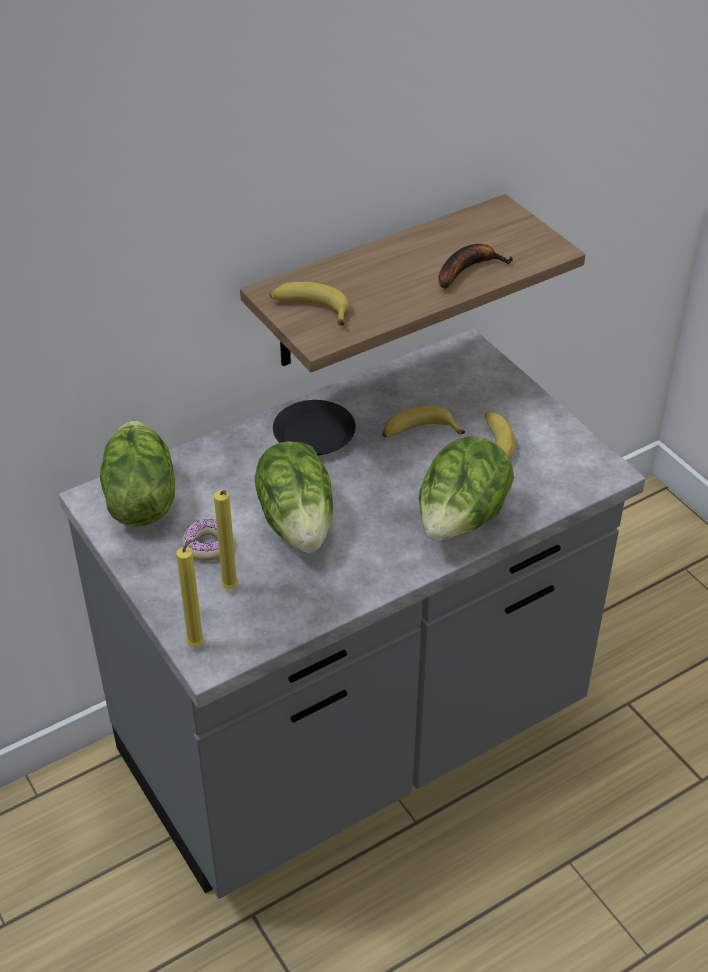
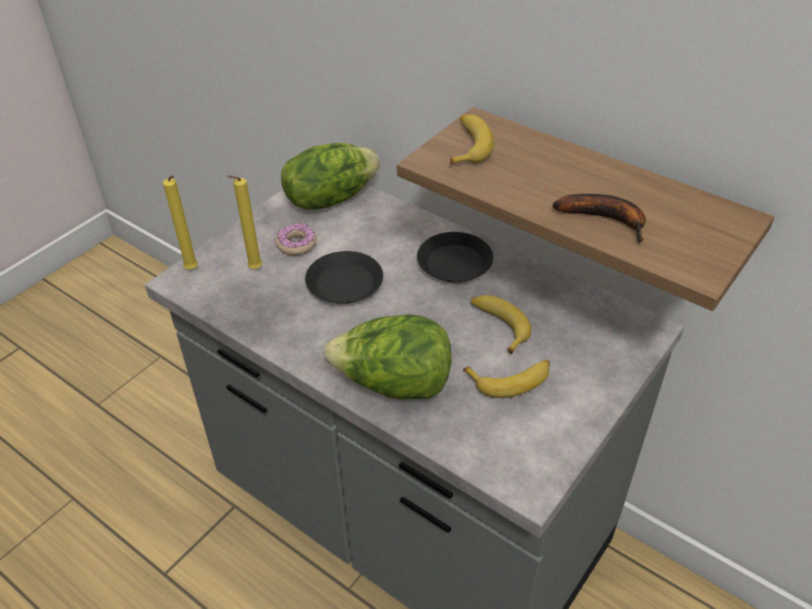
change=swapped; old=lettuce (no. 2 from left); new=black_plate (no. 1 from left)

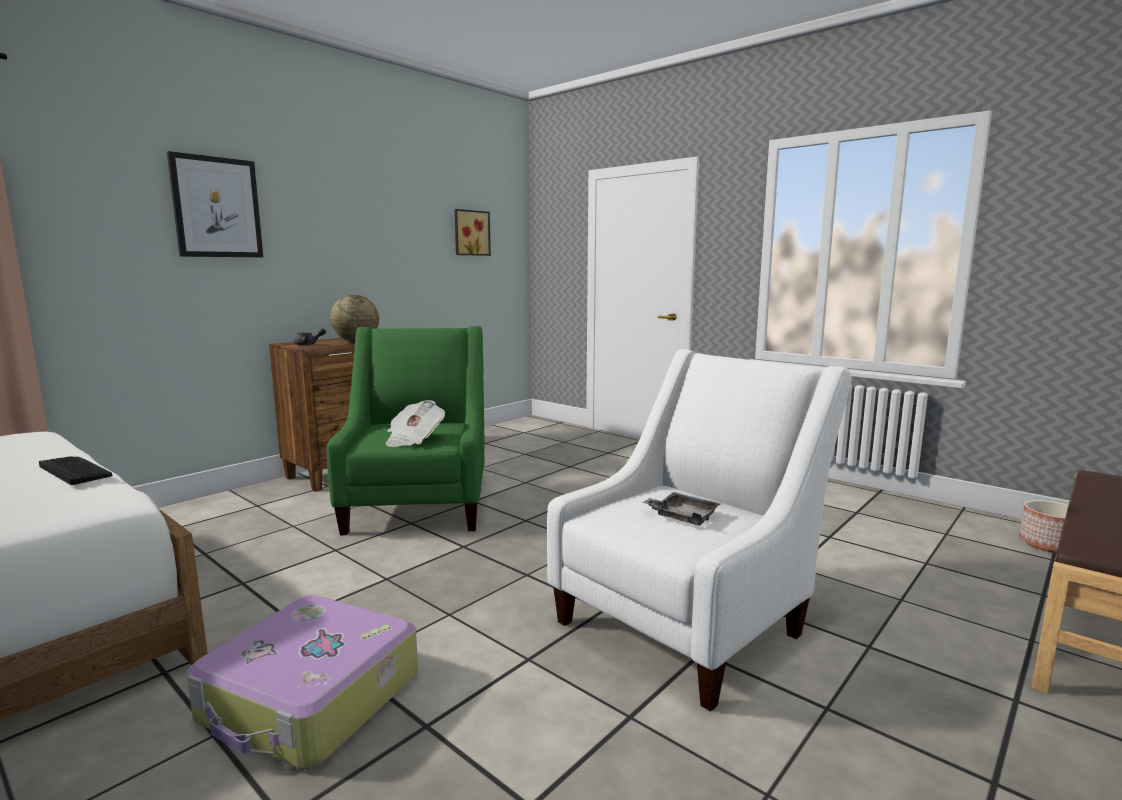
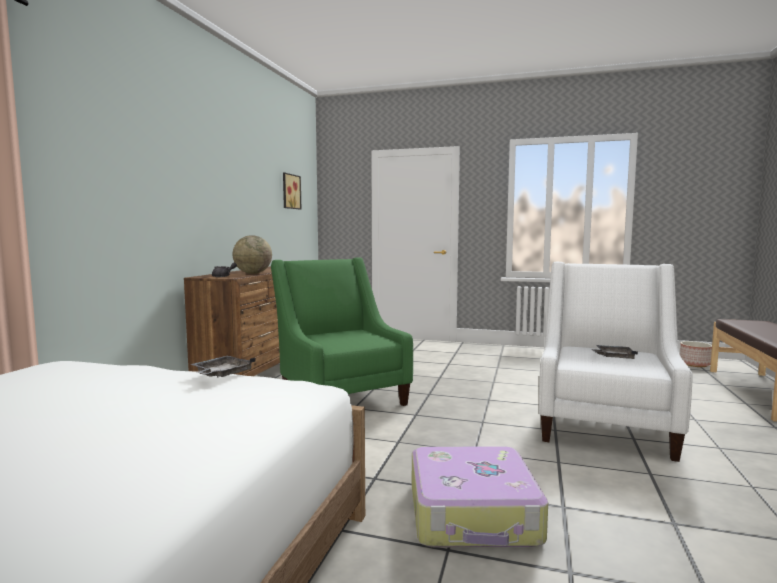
change=swapped; old=keyboard; new=grey_tray (no. 1 from left)
change=gone; old=picture (no. 1 from left)
change=gone; old=newspaper

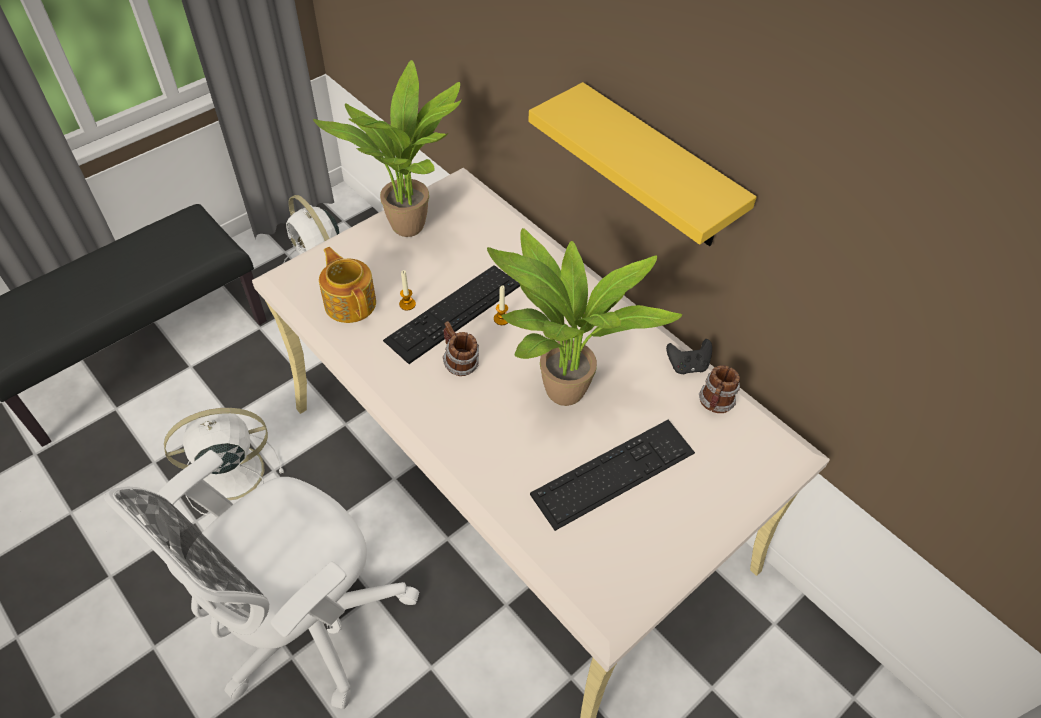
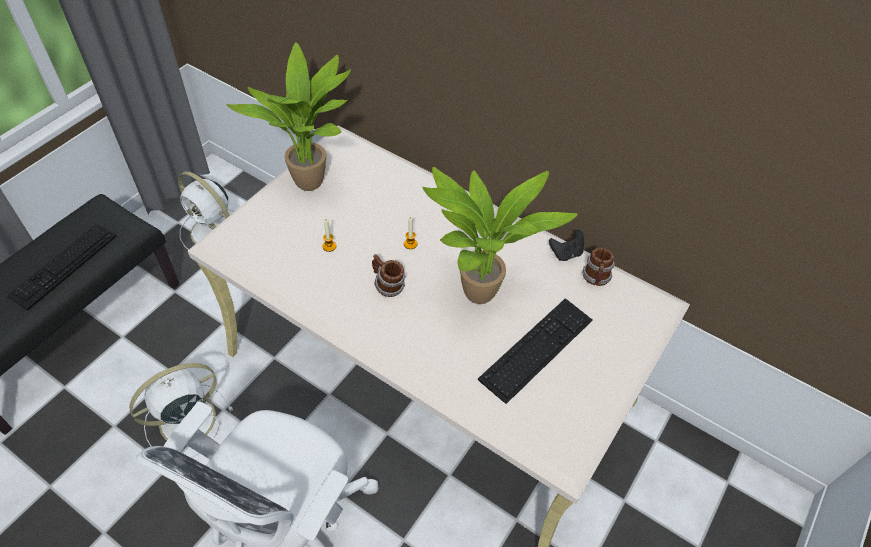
change=shifted; old=keyboard (no. 1 from left)
change=gone; old=teapot
change=gone; old=yellow_shelf

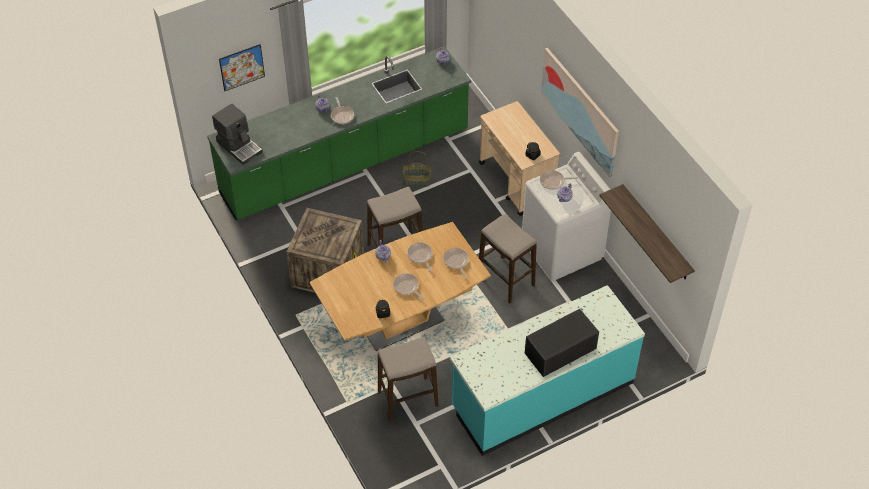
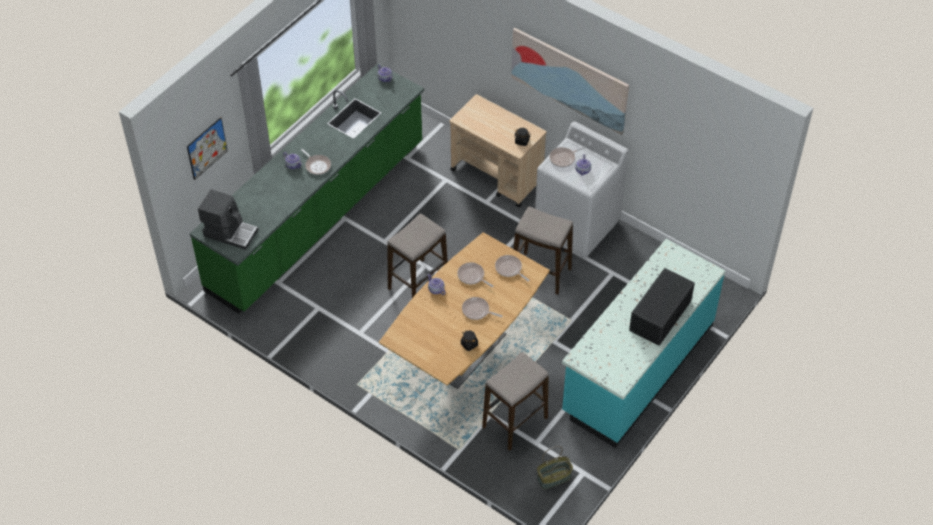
change=shifted; old=basket
change=gone; old=crate
change=gone; old=shelf

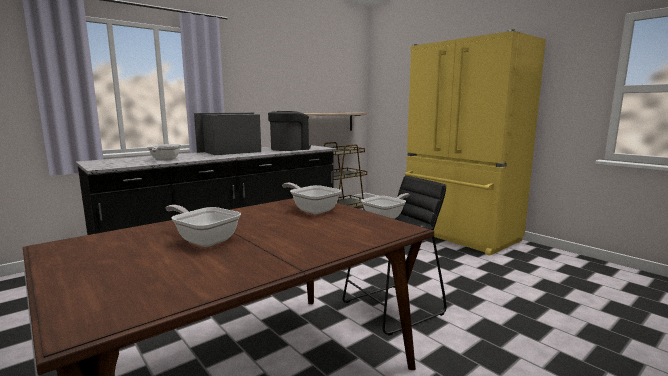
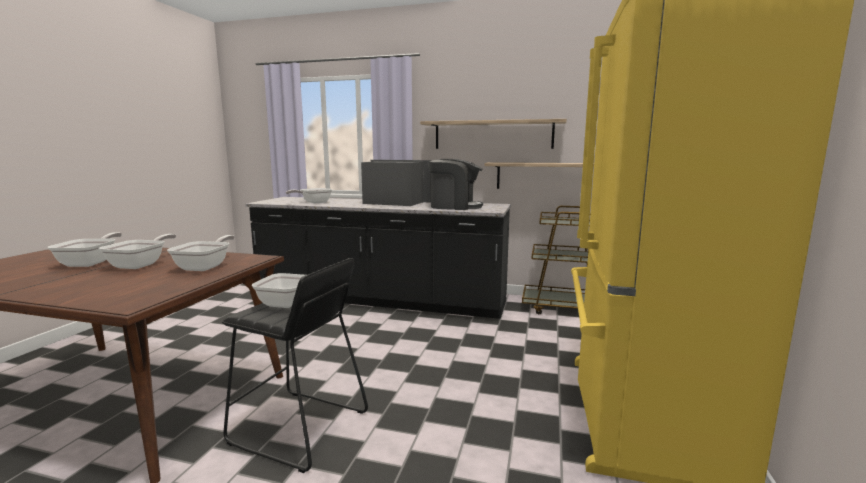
change=new; new=frying_pan (no. 2 from left)
change=new; new=shelf (no. 1 from left)

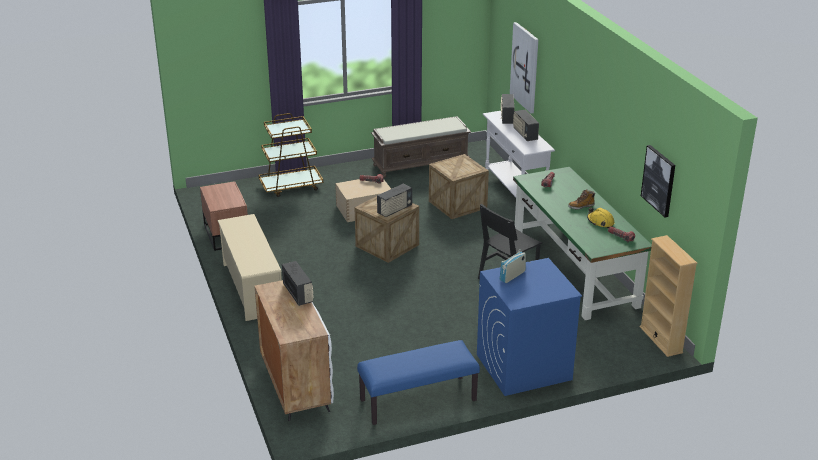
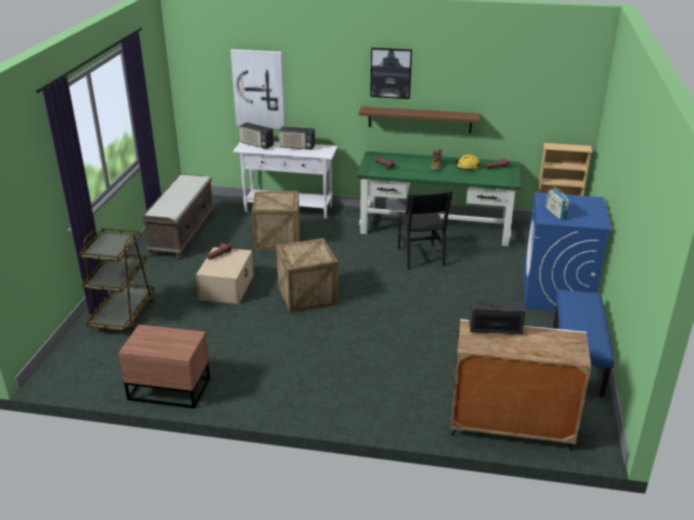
change=new; new=brown_shelf
change=shifted; old=picture (no. 2 from left)
change=gone; old=beige_shoe_rack
change=gone; old=radio (no. 2 from left)

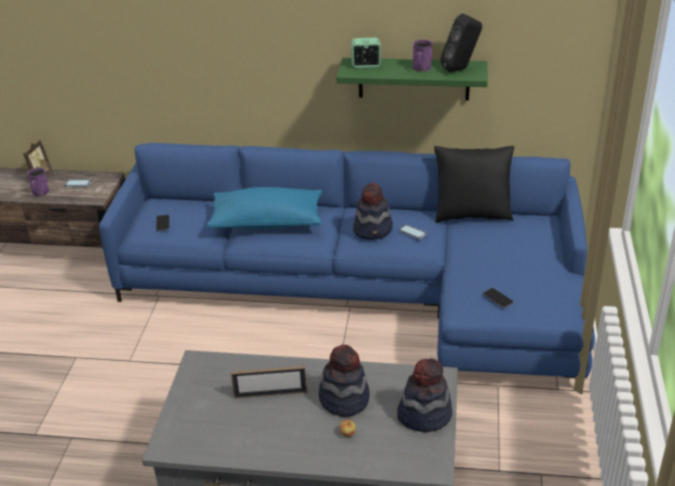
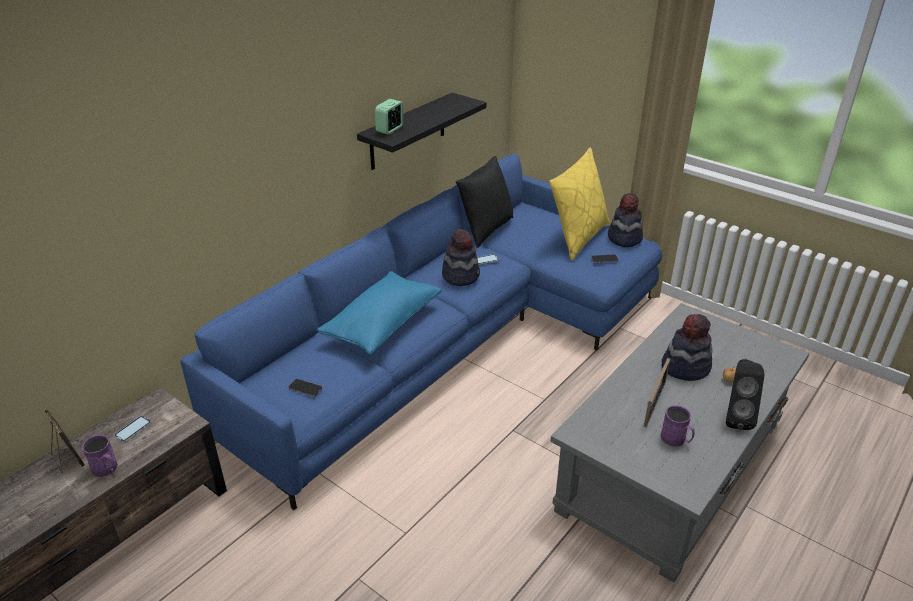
change=repainted; old=green_shelf; new=black_shelf
change=new; new=yellow_pillow
change=shifted; old=hat (no. 3 from left in the first image); new=hat (no. 2 from left)
change=shifted; old=purple_mug (no. 2 from left)
change=shifted; old=black_speaker

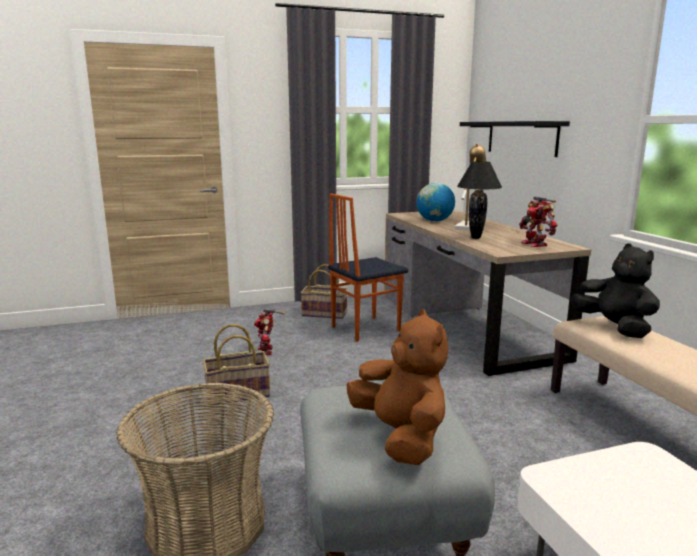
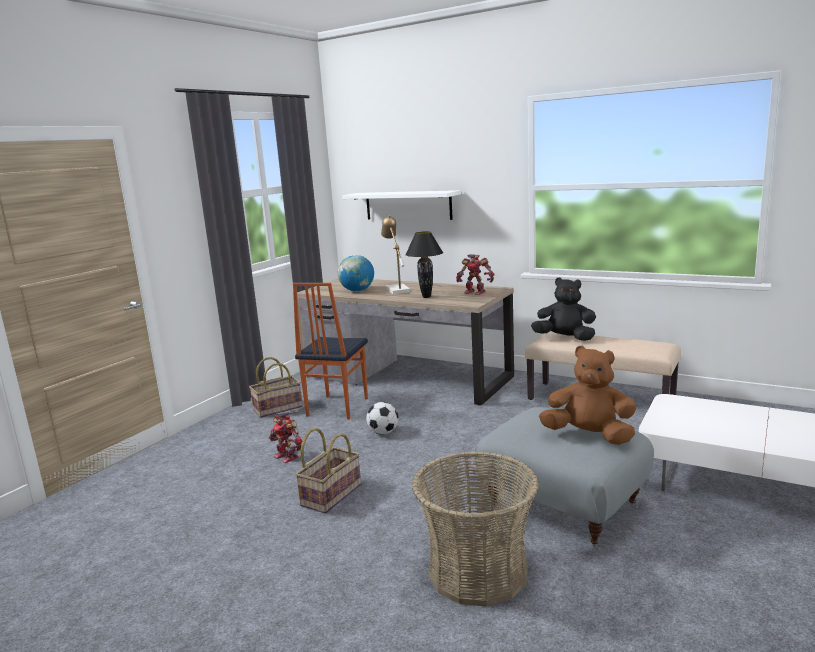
change=repainted; old=black_shelf; new=white_shelf
change=new; new=football

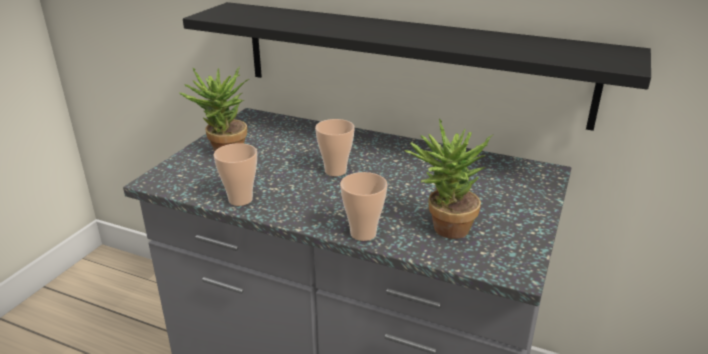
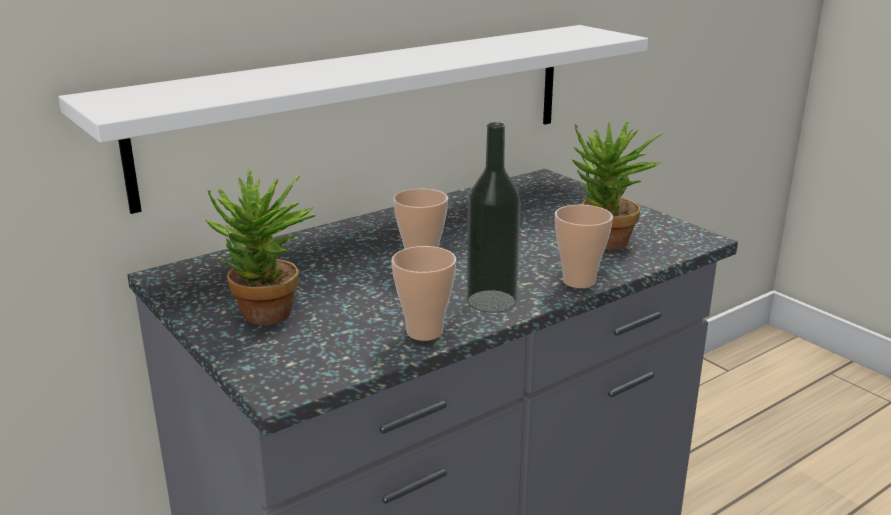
change=repainted; old=black_shelf; new=white_shelf
change=new; new=bottle

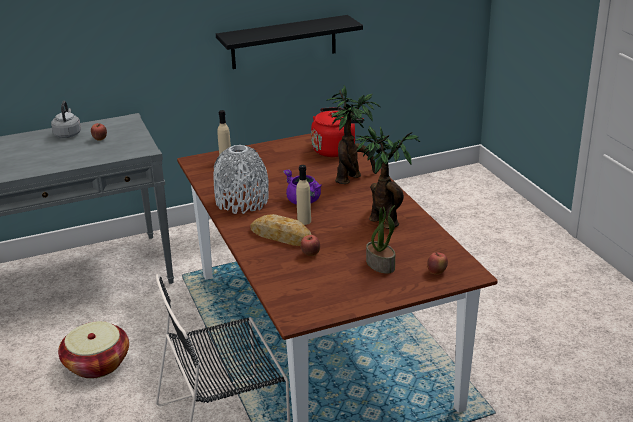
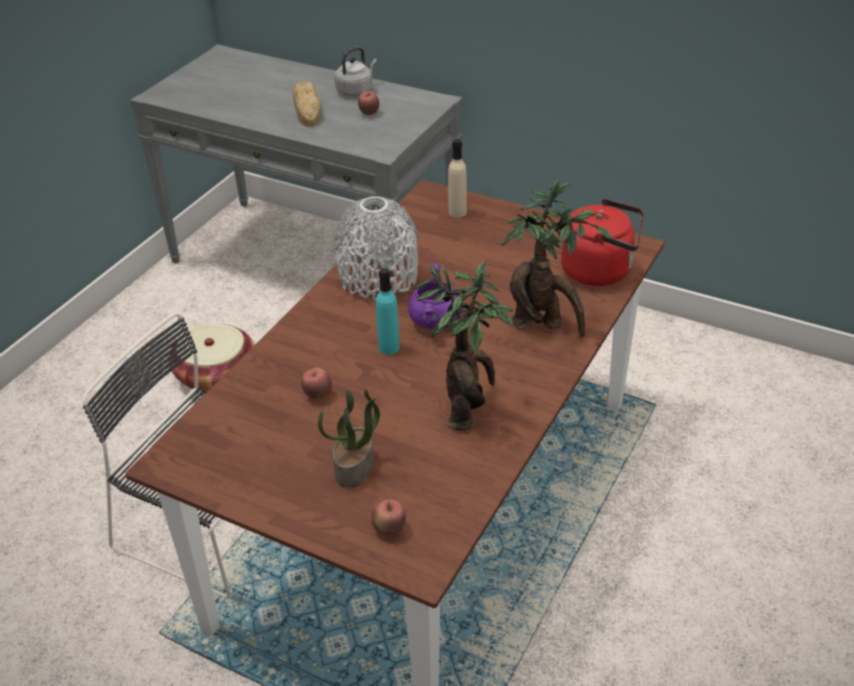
change=shifted; old=bread
change=repainted; old=beige_bottle (no. 2 from left); new=turquoise_bottle
change=gone; old=black_shelf

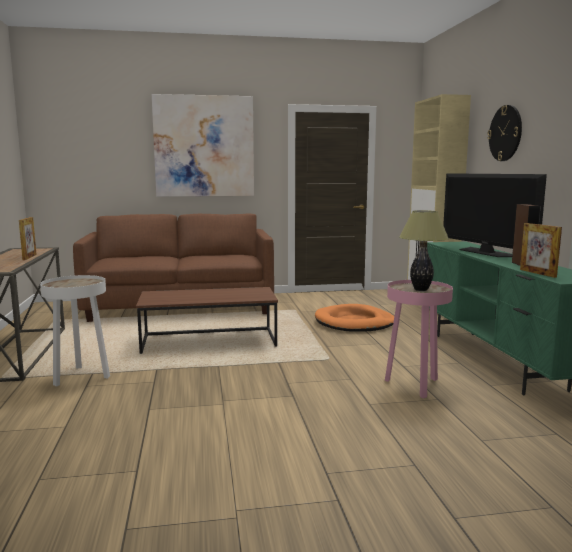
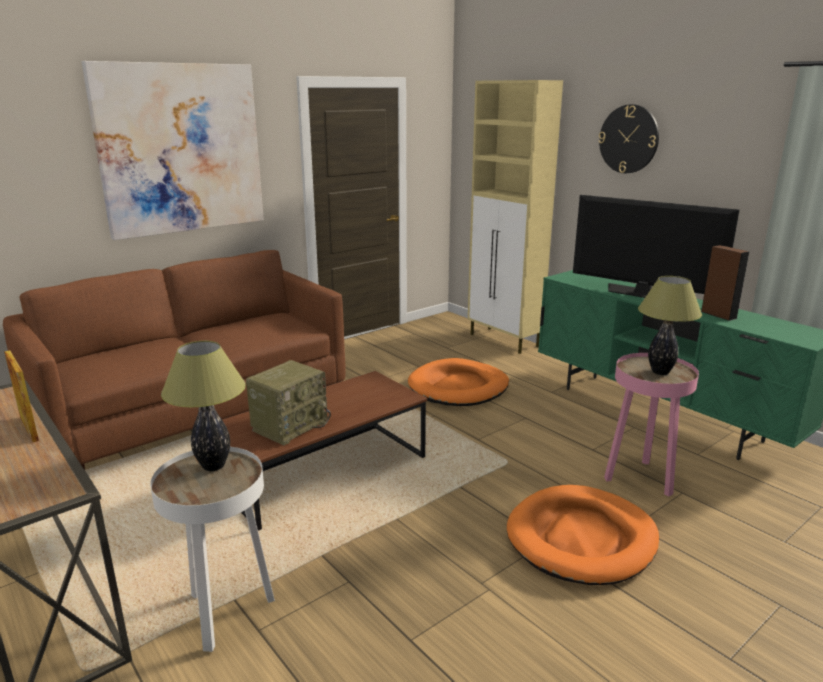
change=new; new=table_lamp (no. 1 from left)
change=new; new=radio
change=new; new=orange_dog_bed (no. 2 from left)
change=gone; old=picture_frame (no. 2 from left)

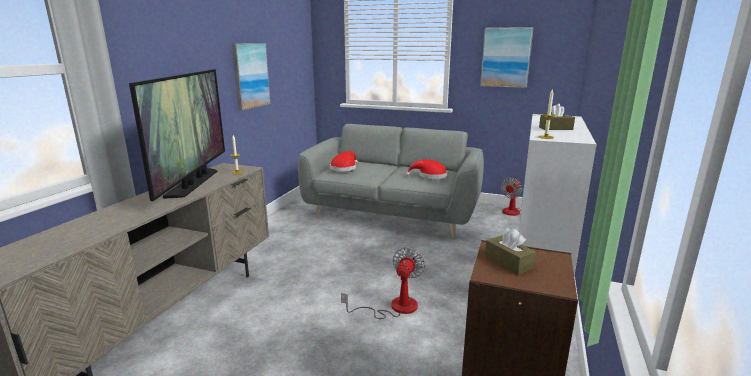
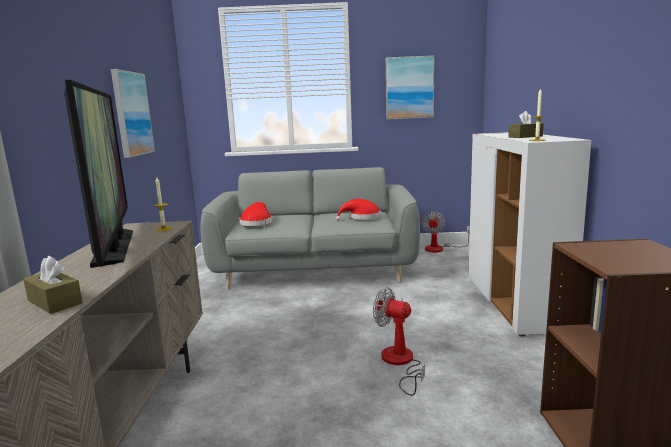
change=shifted; old=brown_tissue_box (no. 1 from left)
change=rotated; old=fan (no. 1 from left); degrees=-60

